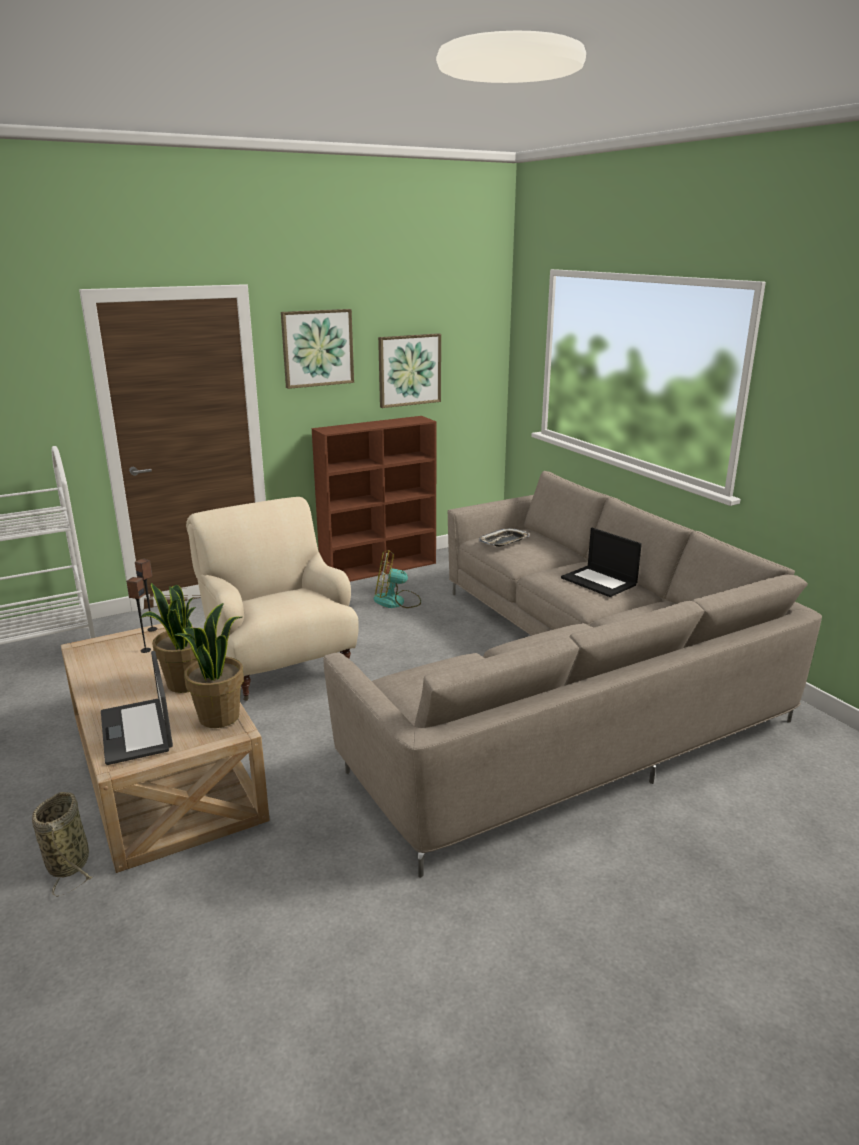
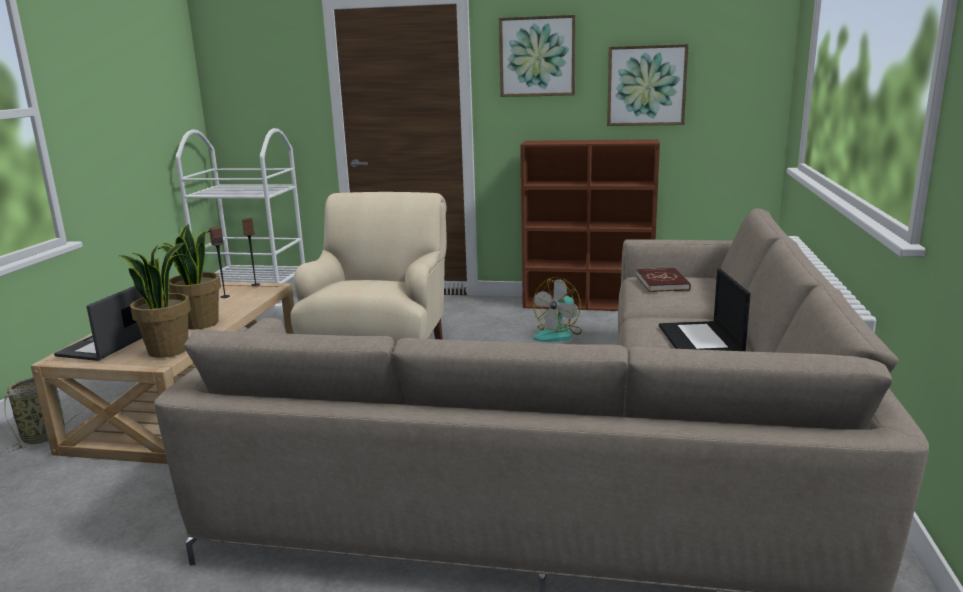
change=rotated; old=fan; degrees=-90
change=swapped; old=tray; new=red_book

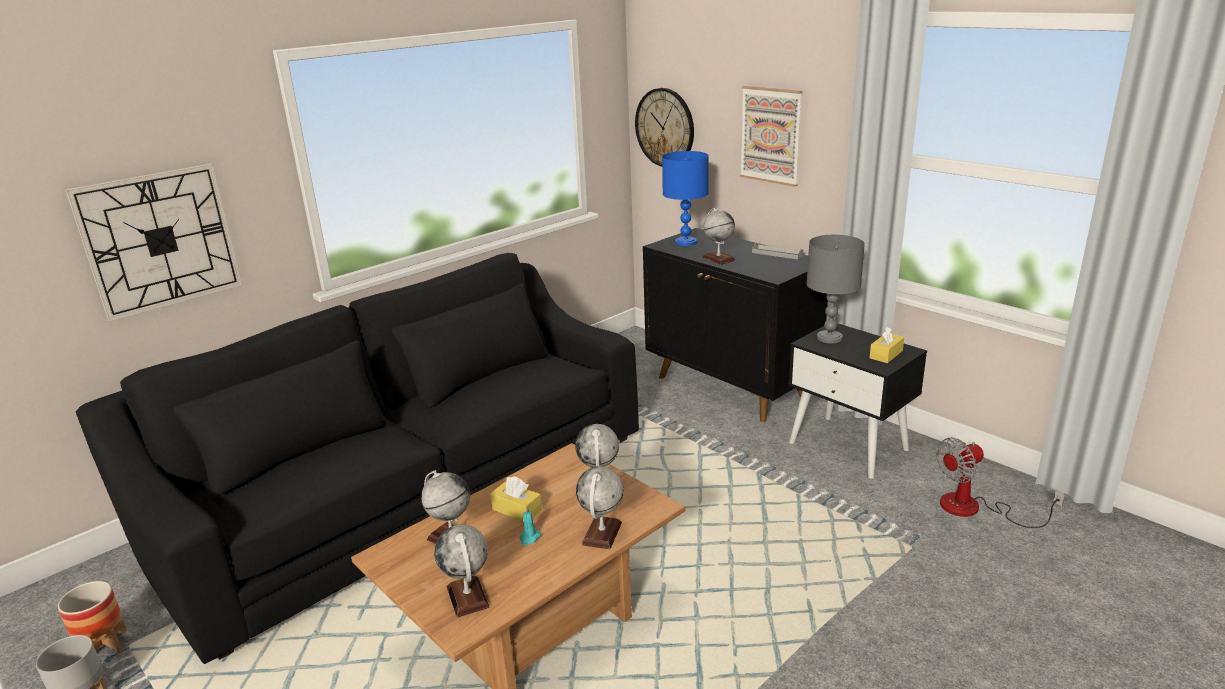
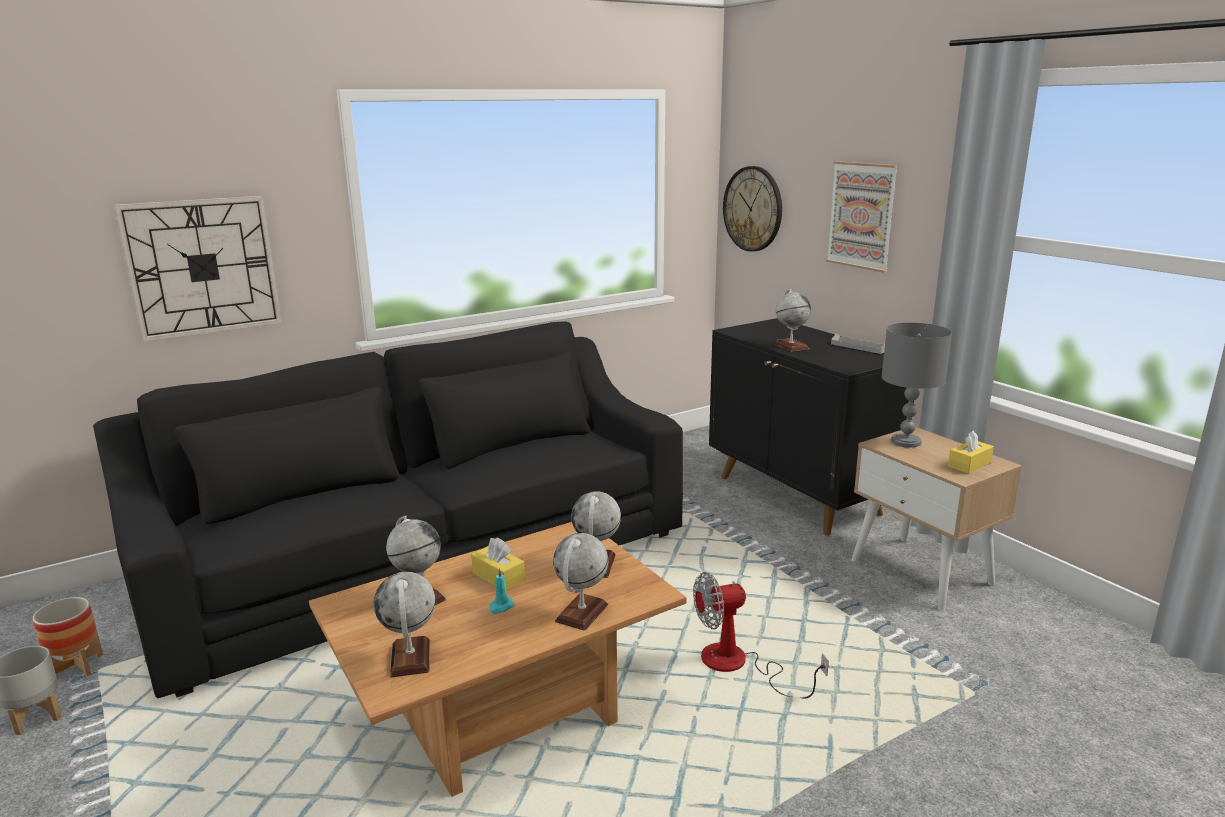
change=shifted; old=fan
change=repainted; old=black_nightstand; new=beige_nightstand
change=gone; old=blue_table_lamp

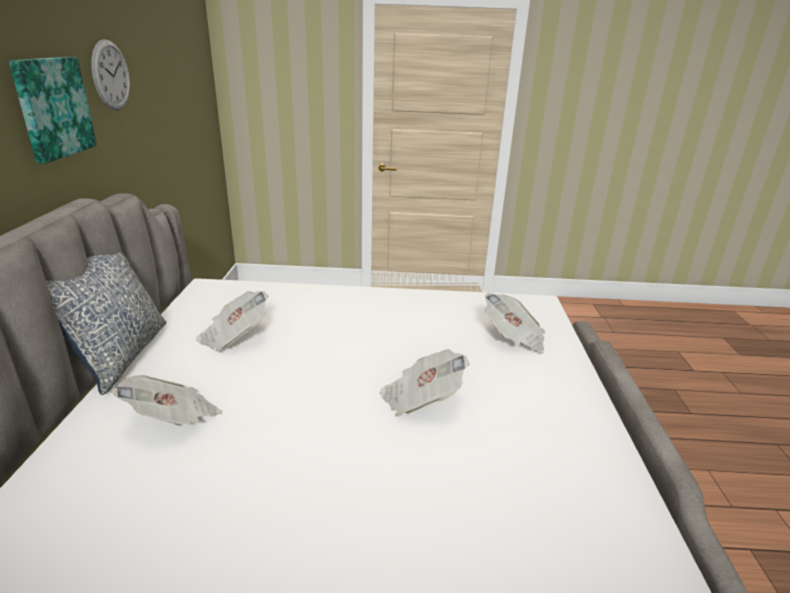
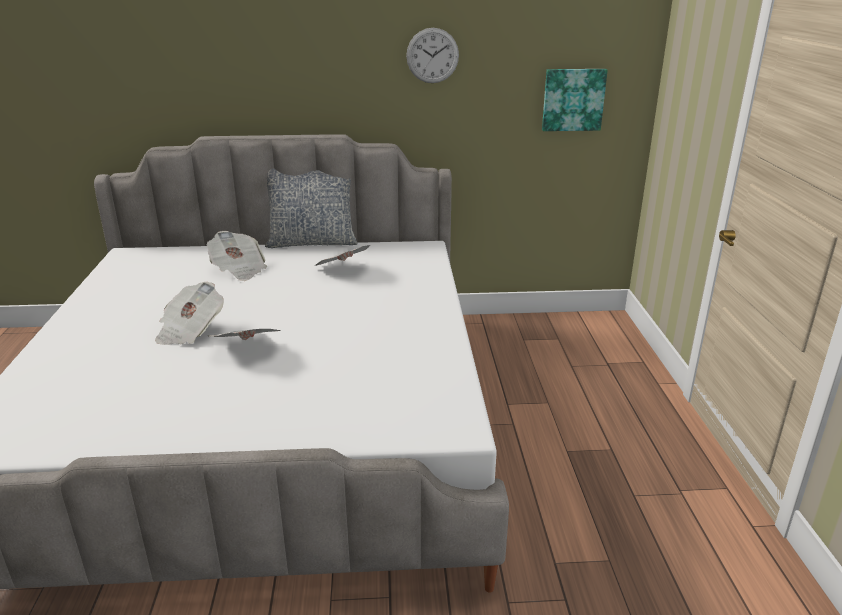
change=shifted; old=newspaper (no. 4 from left in the first image); new=newspaper (no. 1 from left)
change=shifted; old=picture

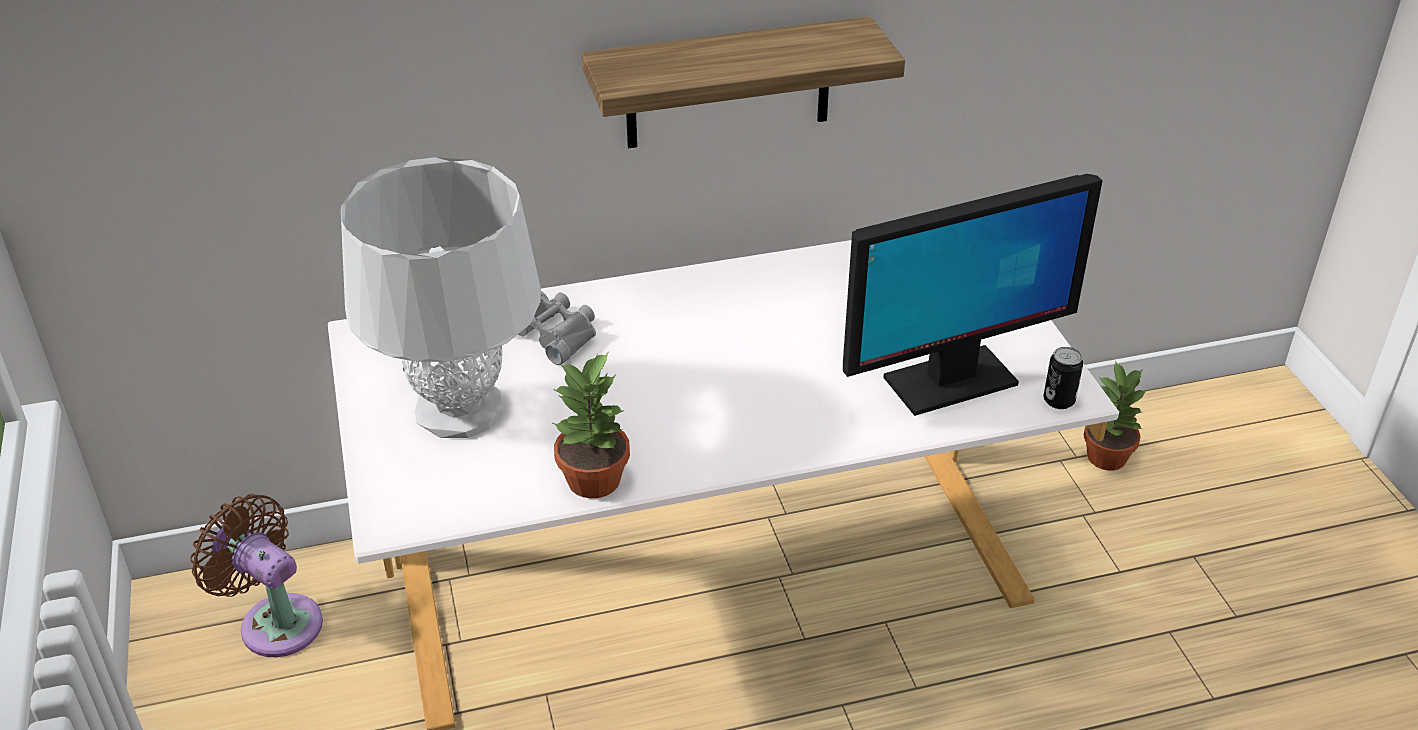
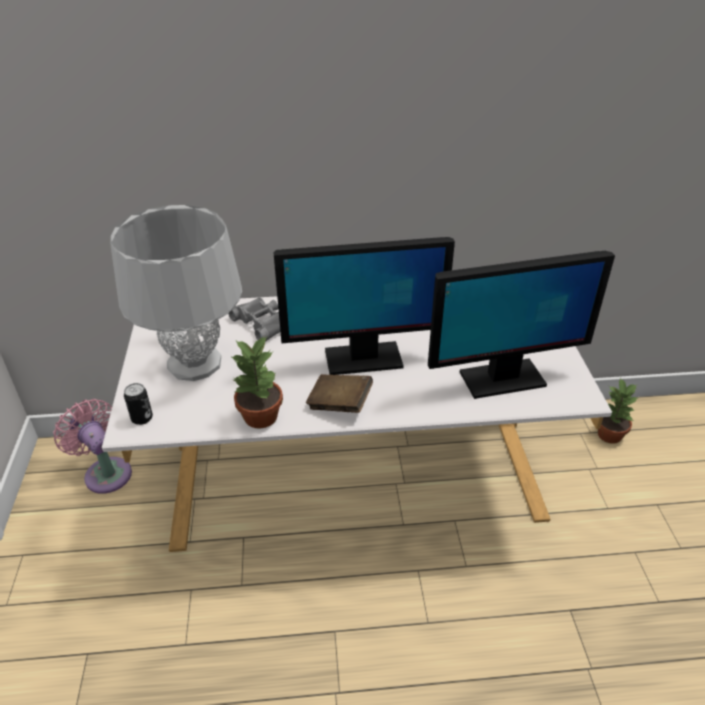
change=repainted; old=brown_fan; new=pink_fan
change=shifted; old=can
change=new; new=monitor (no. 1 from left)
change=new; new=brown_book
change=gone; old=shelf

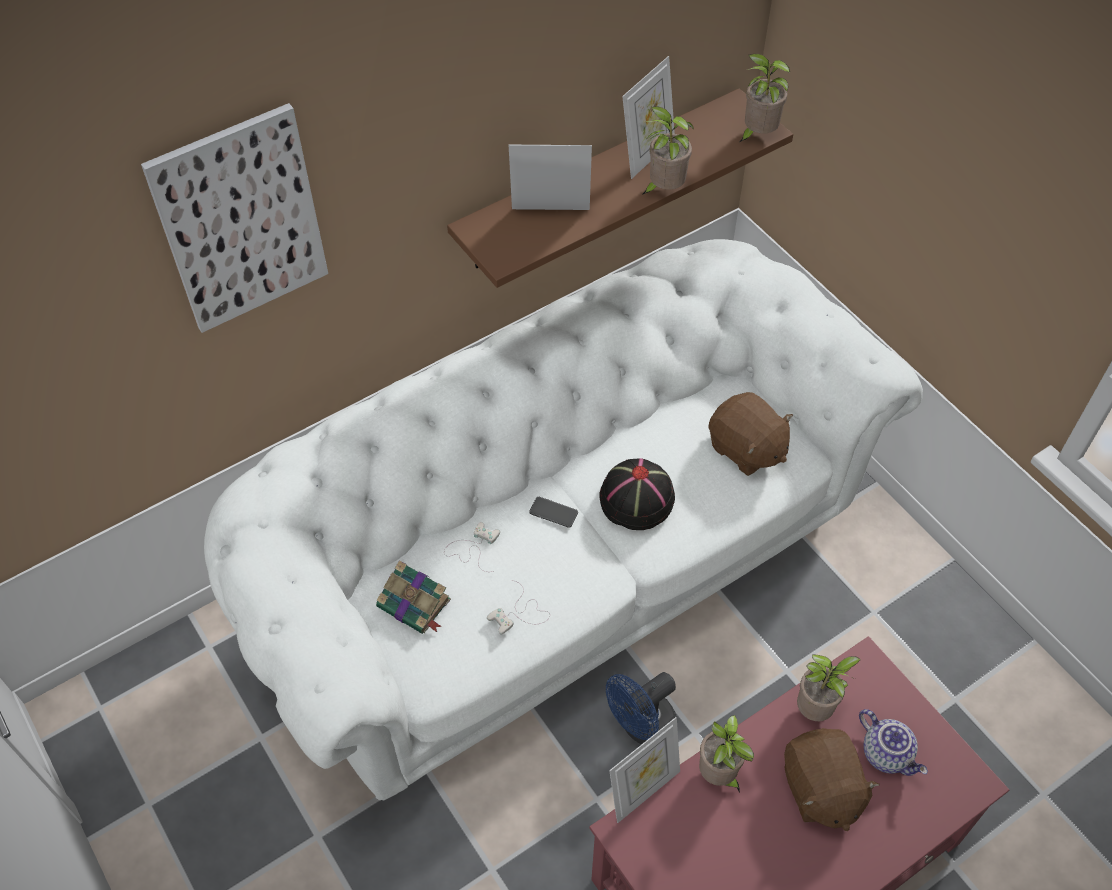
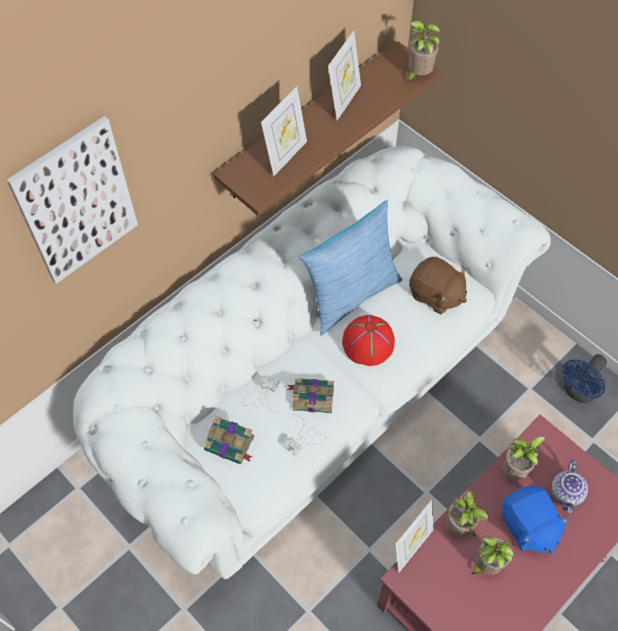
change=rotated; old=picture_frame (no. 1 from left); degrees=135
change=new; new=book (no. 2 from left)
change=new; new=pillow
change=repainted; old=black_hat; new=red_hat
change=shifted; old=potted_plant (no. 1 from left in the first image); new=potted_plant (no. 3 from left)
change=repainted; old=brown_plush_toy (no. 2 from left); new=blue_plush_toy
change=rotated; old=teapot; degrees=60
change=shifted; old=blue_fan
change=gone; old=phone

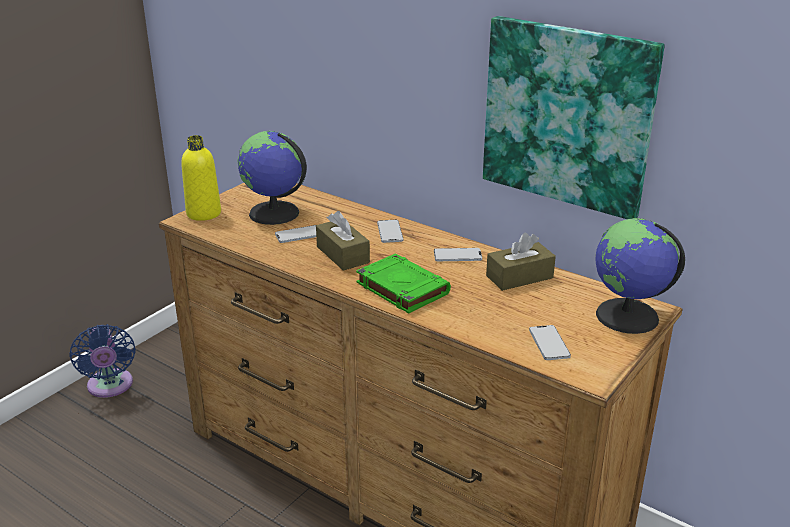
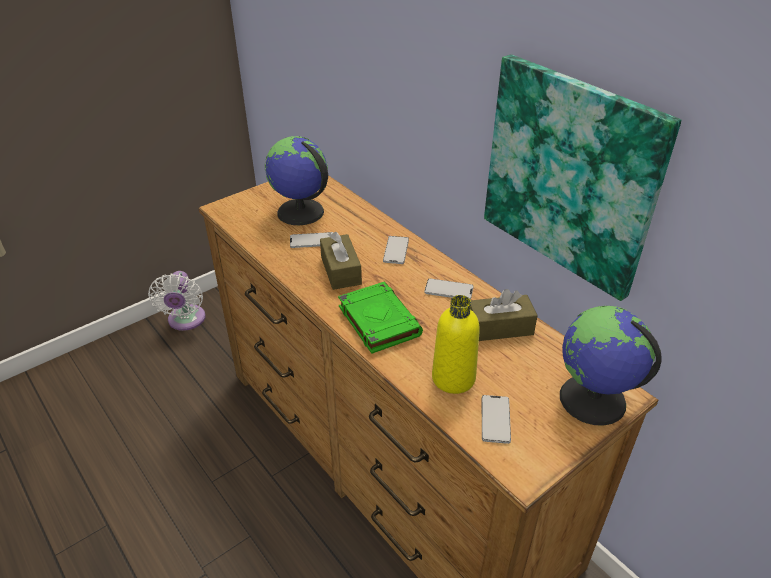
change=repainted; old=blue_fan; new=white_fan
change=shifted; old=yellow_bottle

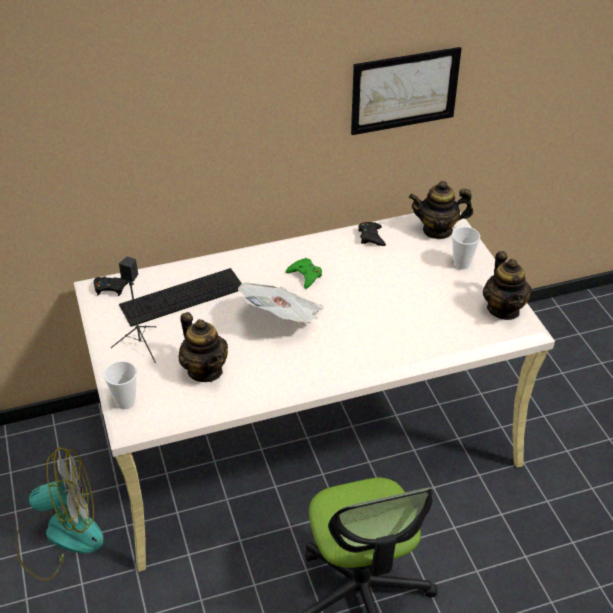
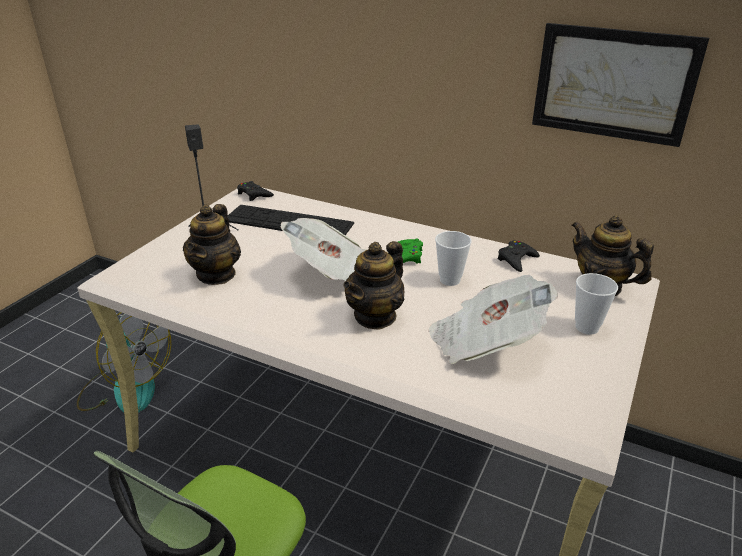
change=shifted; old=teapot (no. 3 from left in the first image); new=teapot (no. 2 from left)
change=new; new=newspaper (no. 2 from left)
change=shifted; old=cup (no. 1 from left)

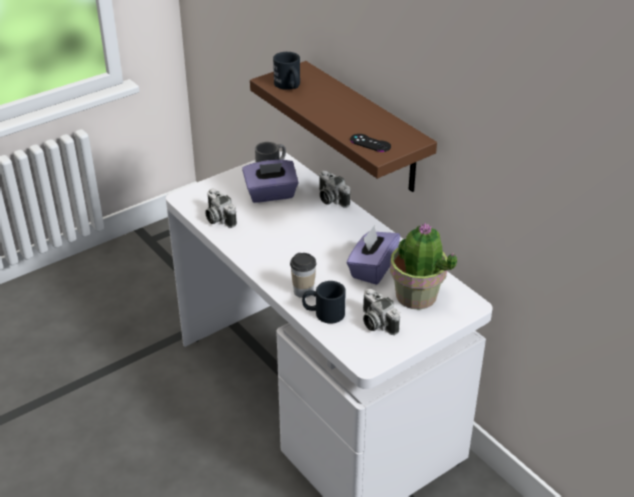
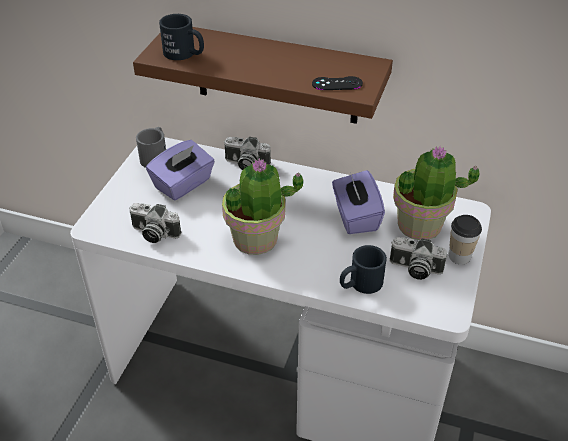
change=new; new=potted_plant (no. 1 from left)
change=shifted; old=cup

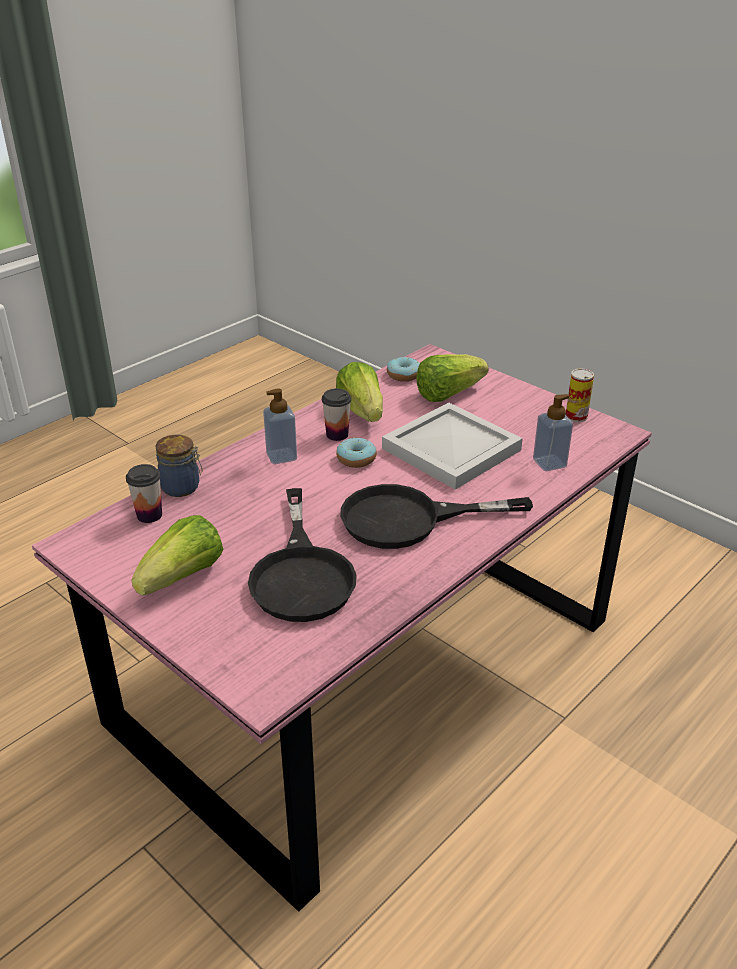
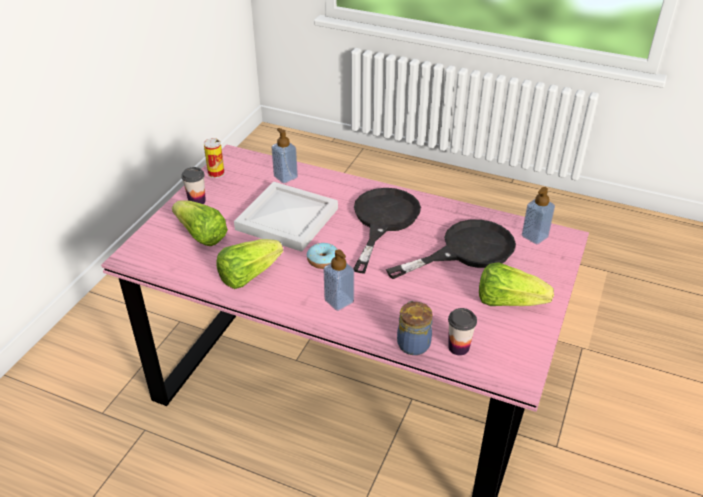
change=shifted; old=cup (no. 2 from left in the first image); new=cup (no. 1 from left)
change=rotated; old=black_frying_pan (no. 2 from left in the first image); degrees=-135
change=new; new=soap_dispenser (no. 3 from left)
change=gone; old=donut (no. 2 from left)

